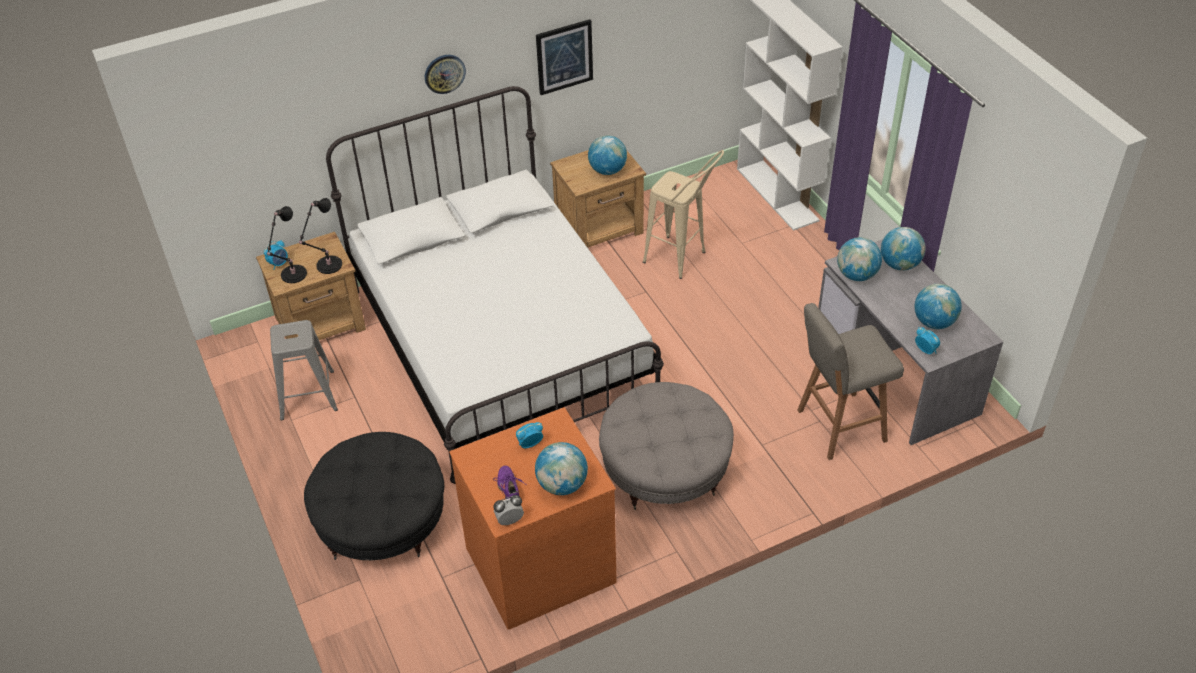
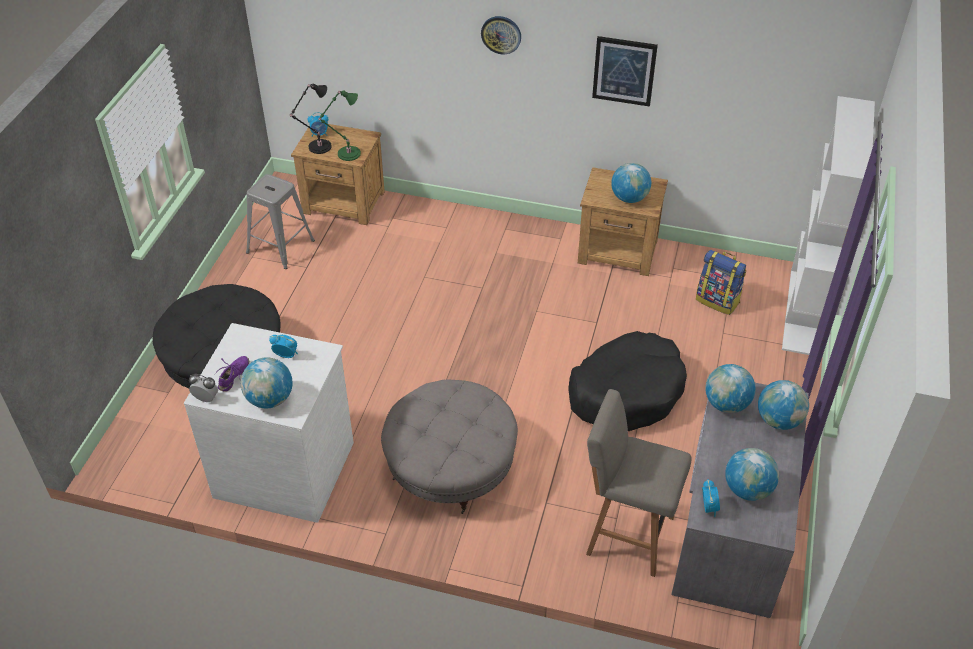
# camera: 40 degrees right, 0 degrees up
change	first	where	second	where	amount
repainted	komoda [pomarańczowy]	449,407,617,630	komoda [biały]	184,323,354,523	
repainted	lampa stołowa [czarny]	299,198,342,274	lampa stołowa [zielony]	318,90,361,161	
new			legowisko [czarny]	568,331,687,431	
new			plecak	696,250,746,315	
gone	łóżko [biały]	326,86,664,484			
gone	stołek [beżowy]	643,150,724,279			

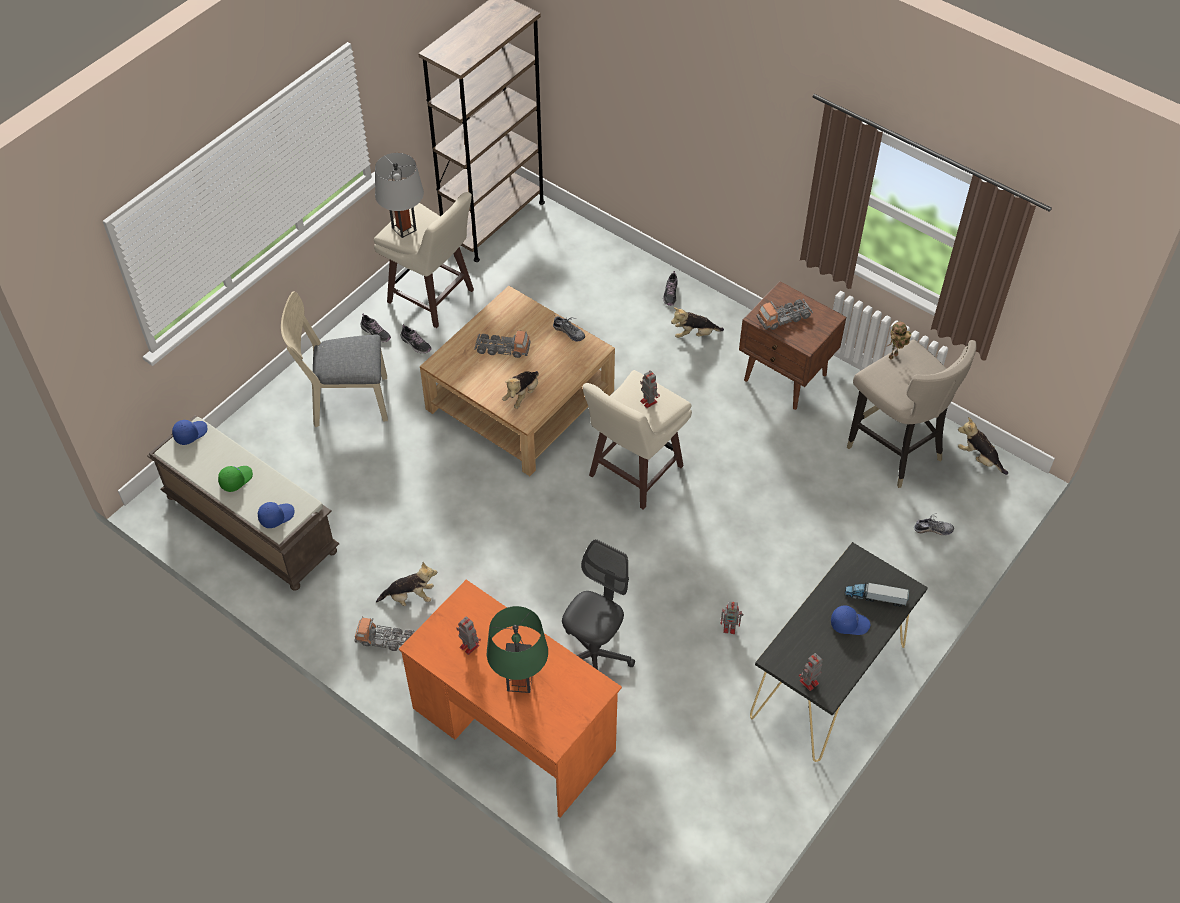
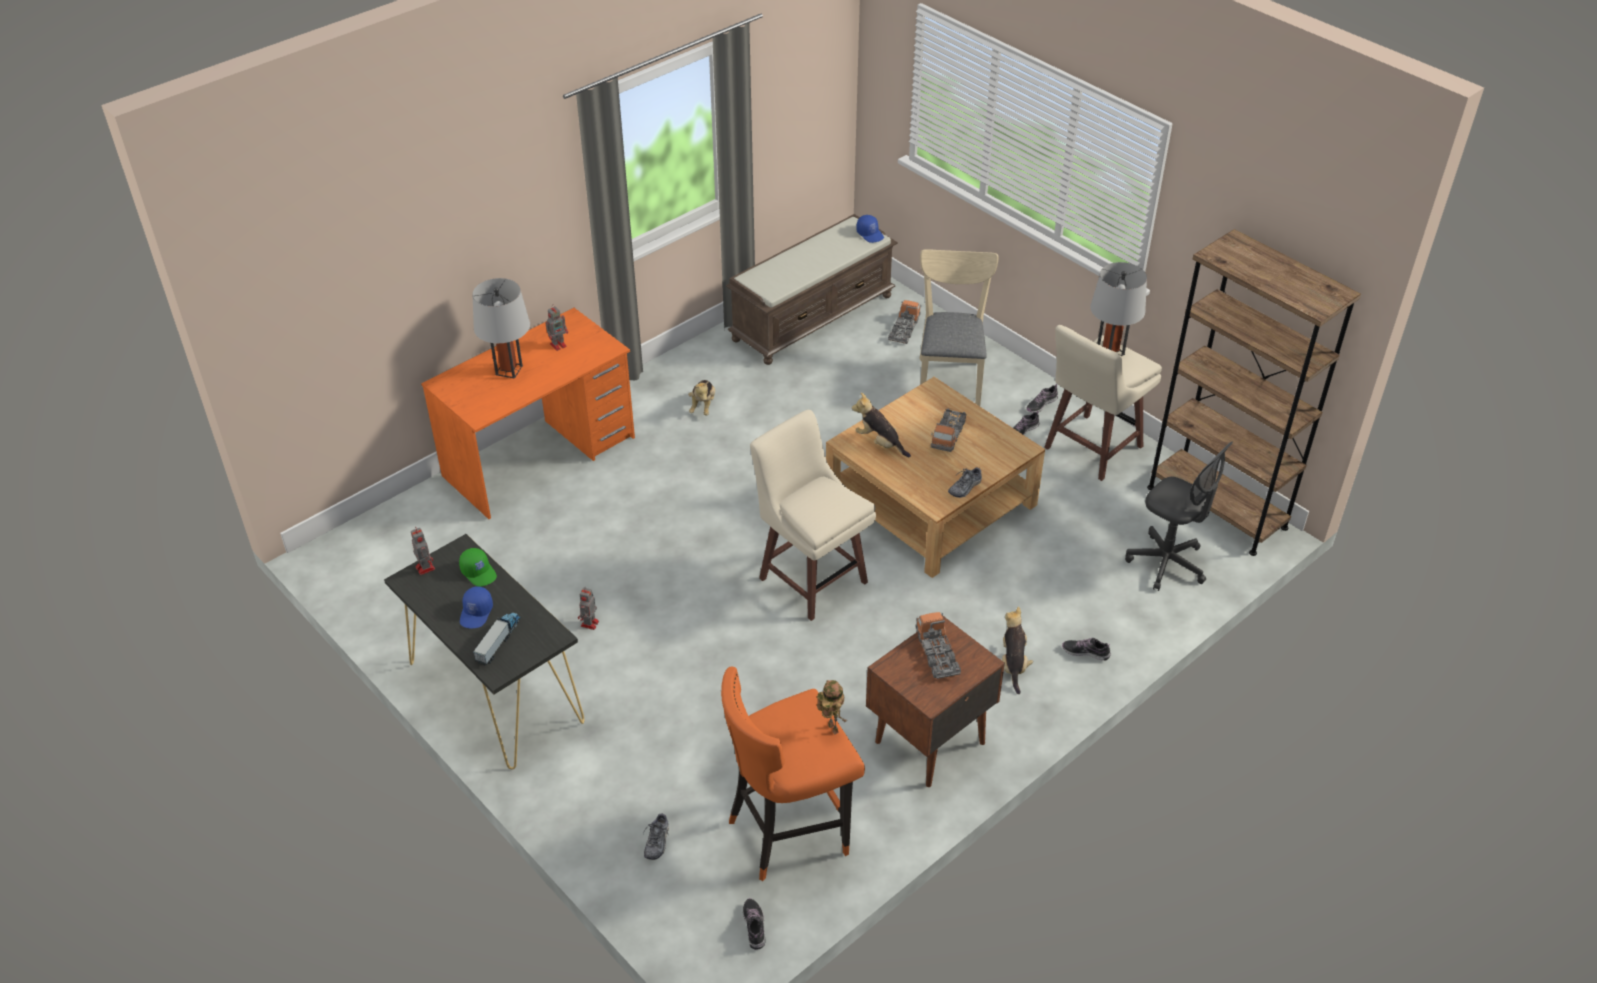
# camera: 100 degrees right, 10 degrees down
change	first	where	second	where	amount
shifted	czapka z daszkiem [zielony]	218,466,253,492		459,548,497,587	
repainted	lampa stołowa [zielony]	487,606,548,693	lampa stołowa [szary]	472,278,530,379	
repainted	stołek [beżowy]	847,340,977,488	stołek [pomarańczowy]	721,666,865,881	
swapped	pluszak	958,417,1008,475	but	743,898,765,950	
shifted	ciężarówka zabawkowa	354,616,415,651		888,300,921,344	
shifted	krzesło biurowe [szary]	562,539,635,670		1125,442,1233,591	
gone	czapka z daszkiem [niebieski]	258,502,294,528			
gone	robot zabawkowy	640,371,660,408			

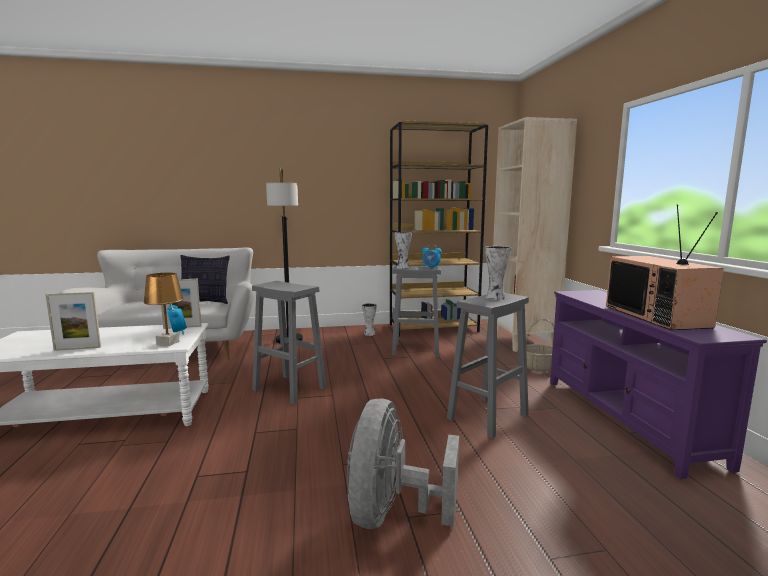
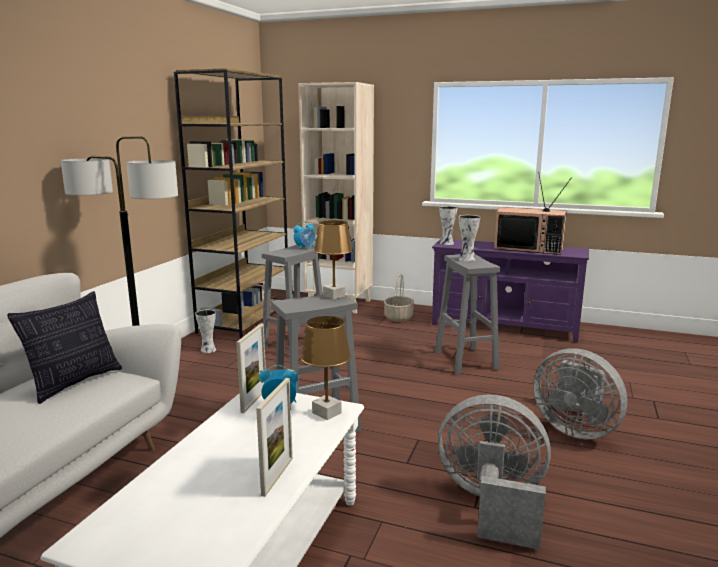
# camera: 60 degrees left, 5 degrees up
change	first	where	second	where	amount
new			lampa stołowa [brązowy]	314,220,353,299	
new			wentylator [szary]	438,395,551,550	
shifted	wazon	395,232,412,269		439,206,457,245	

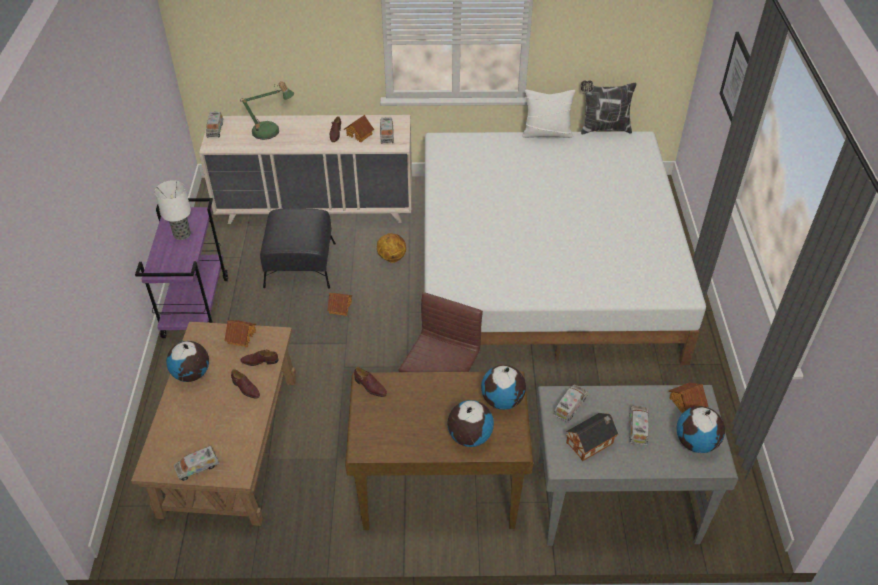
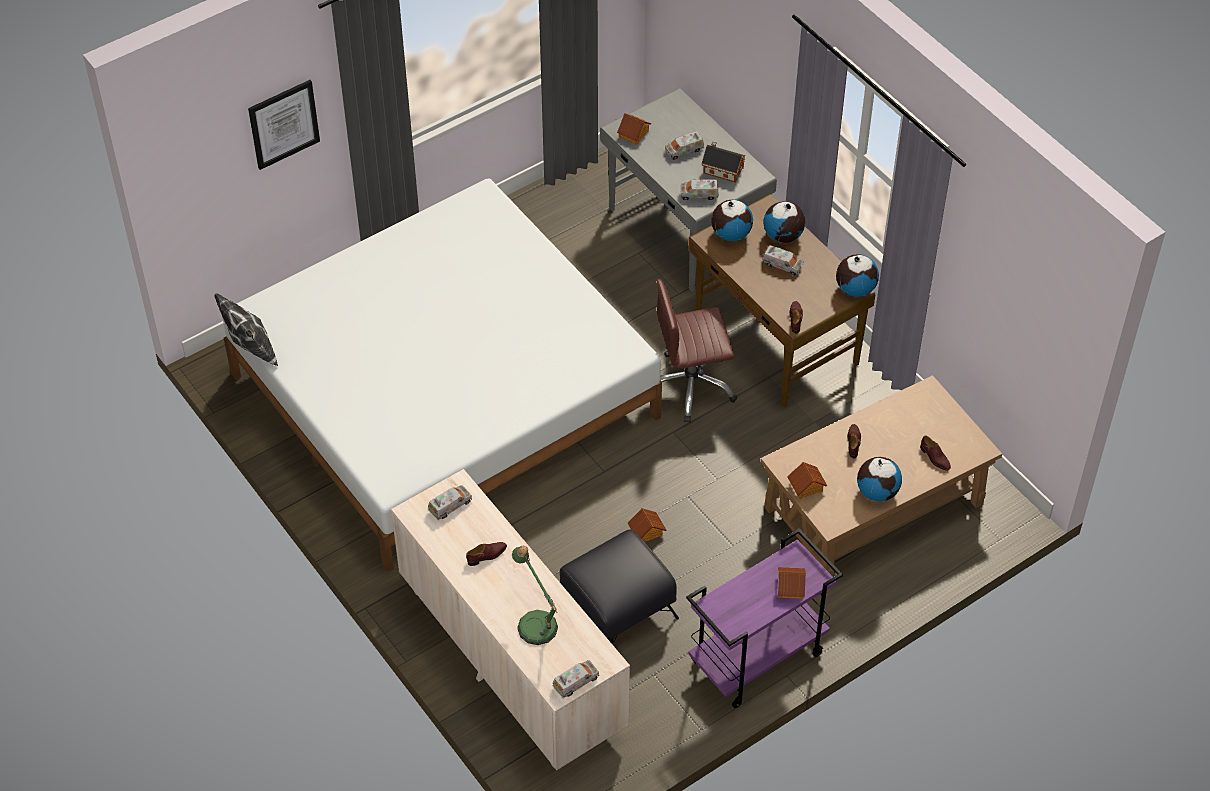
# camera: 125 degrees left, 5 degrees up
change	first	where	second	where	amount
shifted	ciężarówka zabawkowa	174,446,219,481		762,245,804,276	
shifted	domek	344,115,374,142		778,567,806,599	
shifted	globus	677,406,725,453		836,254,879,297	
shifted	but [brązowy]	240,350,279,366		920,435,951,471	
gone	lampa stołowa	155,180,191,240			
gone	piłka do koszykówki	377,233,406,263			
gone	poduszka [biały]	522,90,575,138			

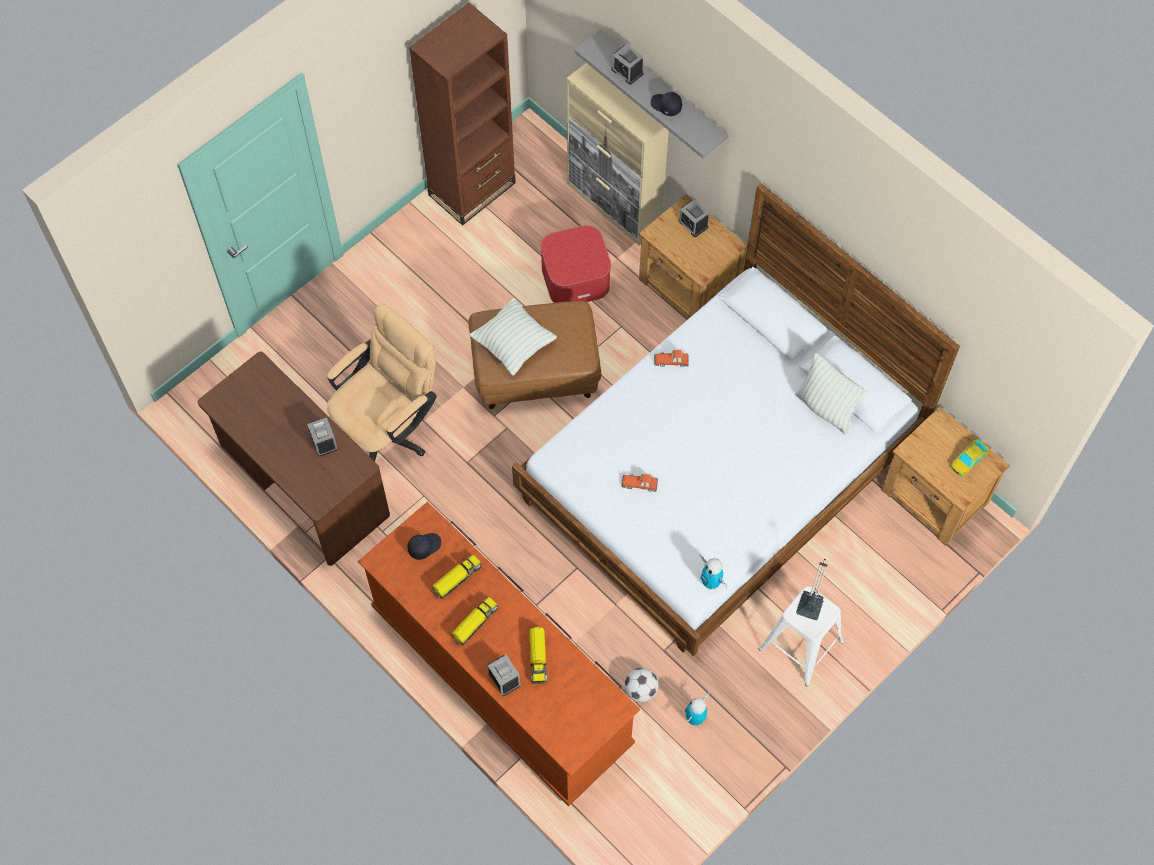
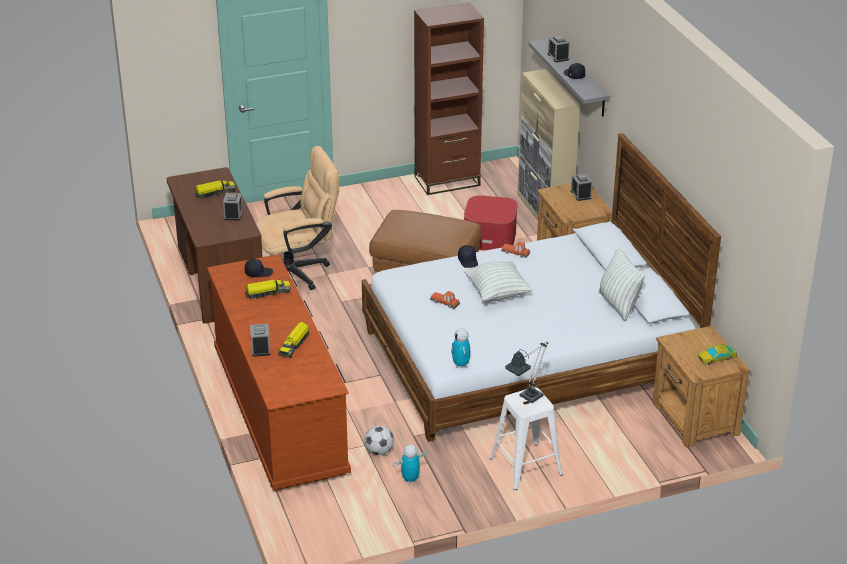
# camera: 25 degrees right, 30 degrees down
change	first	where	second	where	amount
shifted	ciężarówka zabawkowa	451,597,498,647		194,180,236,198	
new			czapka z daszkiem [czarny]	458,245,478,268	
shifted	poduszka	469,298,557,376		464,261,533,301	

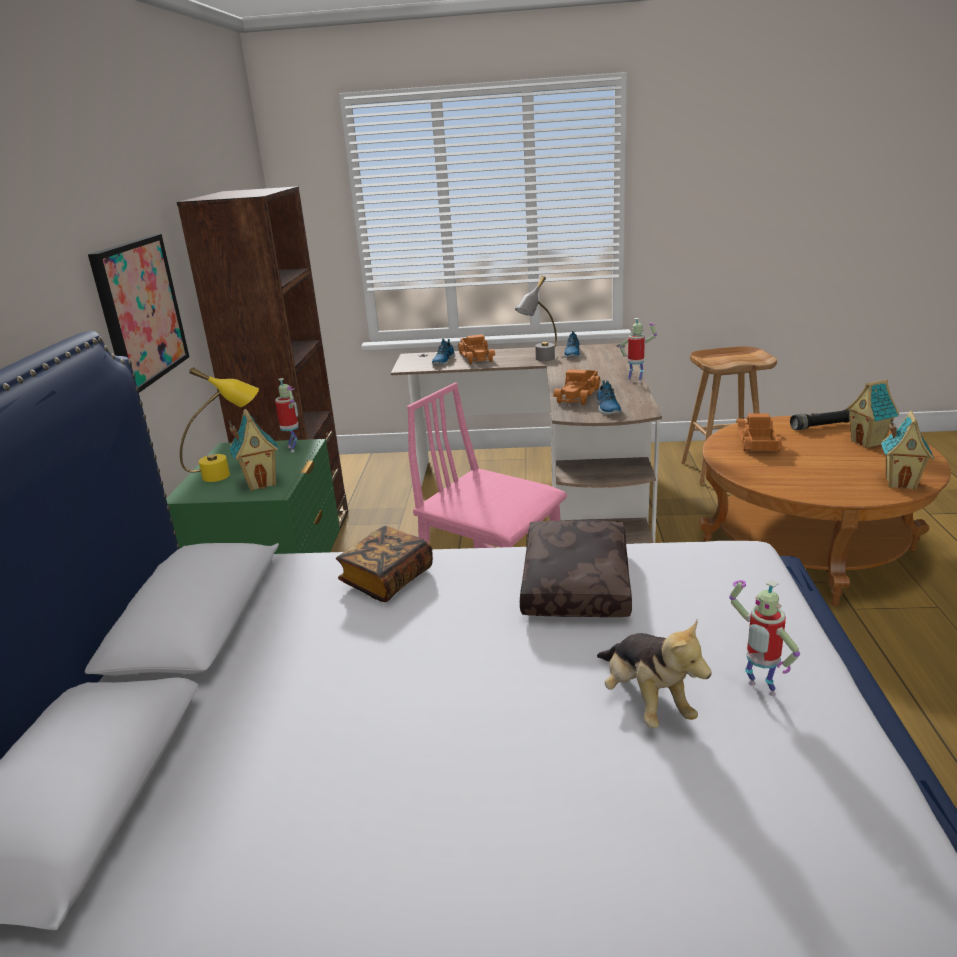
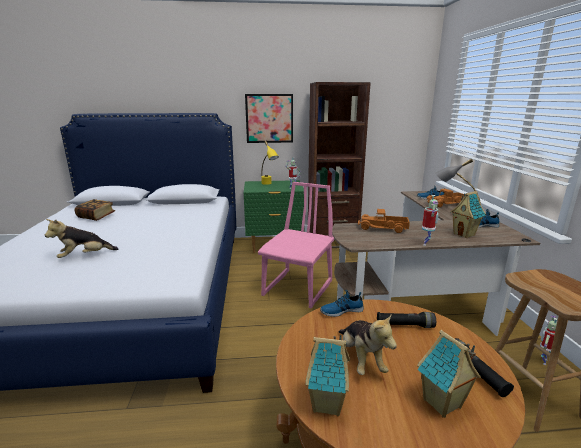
# camera: 80 degrees right, 5 degrees down
change	first	where	second	where	amount
shifted	książka	336,526,433,602		75,199,115,221	
shifted	but	596,380,622,415		320,290,364,317	
new			pluszak	339,315,397,375	
swapped	ciężarówka zabawkowa	736,413,782,452	latarka [czarny]	377,312,436,328	
shifted	domek	228,409,280,491		450,191,486,238	
shifted	robot zabawkowy	729,580,800,696		540,315,558,365	
gone	poduszka [brązowy]	520,520,632,617			

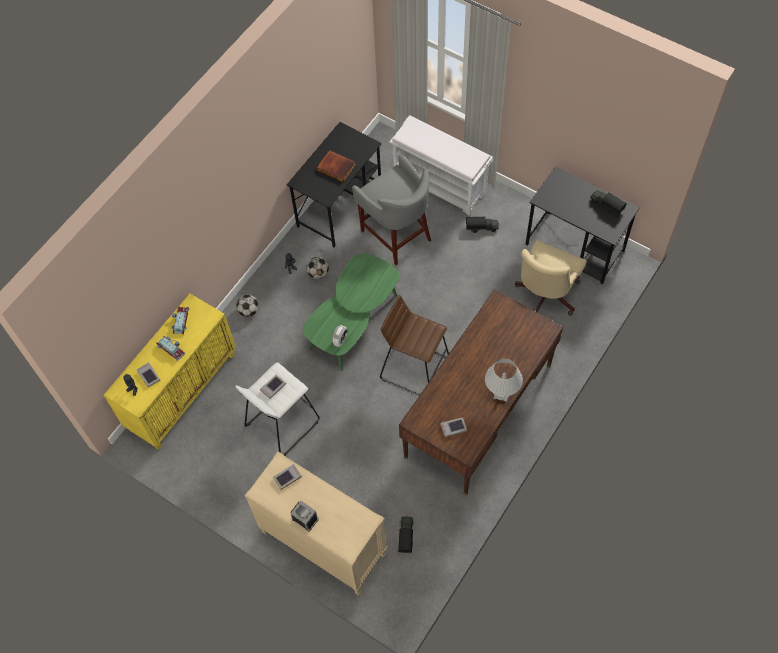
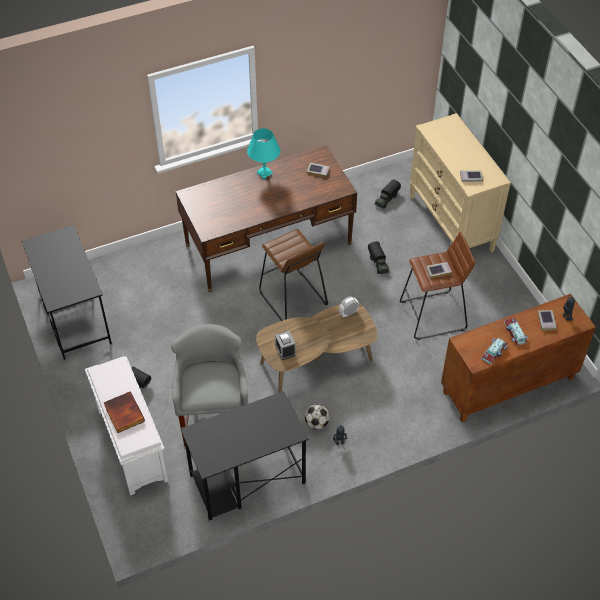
# camera: 150 degrees left, 10 degrees down
change	first	where	second	where	amount
shifted	książka	317,150,356,183		104,391,145,433	
repainted	lampa stołowa [biały]	485,359,523,402	lampa stołowa [turkusowy]	247,128,280,180	
repainted	ława [zielony]	302,253,400,371	ława [brązowy]	256,304,377,393	
shifted	budzik	291,501,319,531		275,331,296,360	
shifted	ciężarówka zabawkowa	590,190,627,215		368,241,389,274	
repainted	stołek [biały]	235,362,320,456	stołek [brązowy]	400,232,476,340	
repainted	szafka [żółty]	104,294,236,450	szafka [brązowy]	441,294,596,422	
gone	piłka futbolowa	236,294,259,317			
gone	krzesło biurowe [beżowy]	515,240,587,316			

